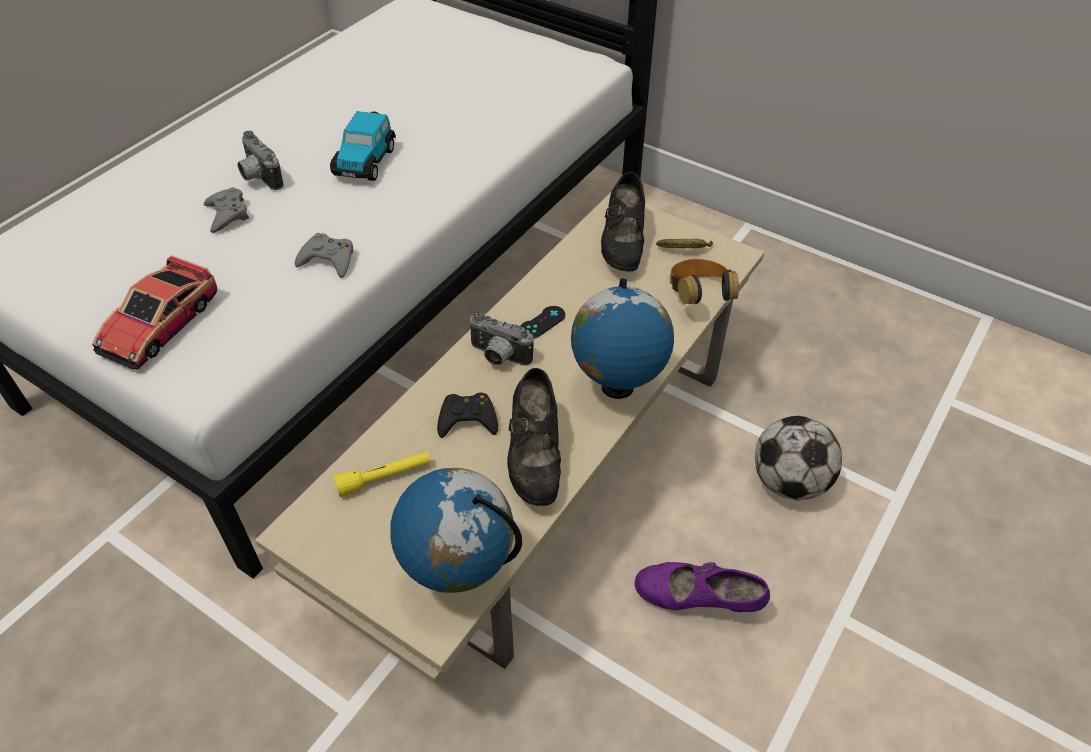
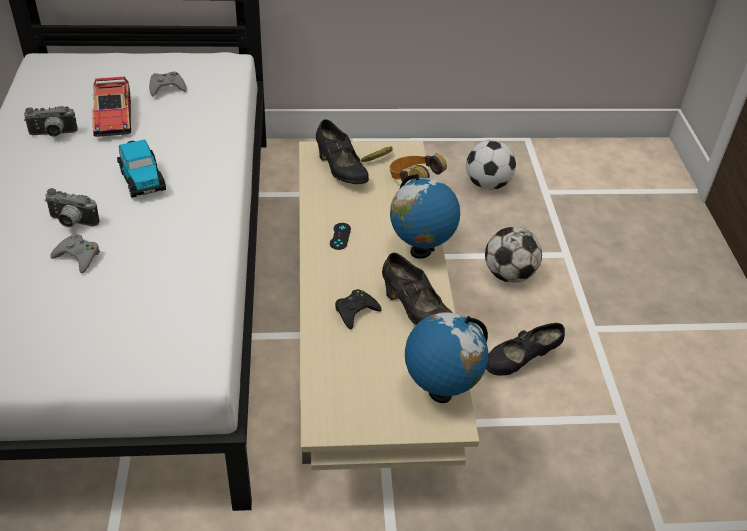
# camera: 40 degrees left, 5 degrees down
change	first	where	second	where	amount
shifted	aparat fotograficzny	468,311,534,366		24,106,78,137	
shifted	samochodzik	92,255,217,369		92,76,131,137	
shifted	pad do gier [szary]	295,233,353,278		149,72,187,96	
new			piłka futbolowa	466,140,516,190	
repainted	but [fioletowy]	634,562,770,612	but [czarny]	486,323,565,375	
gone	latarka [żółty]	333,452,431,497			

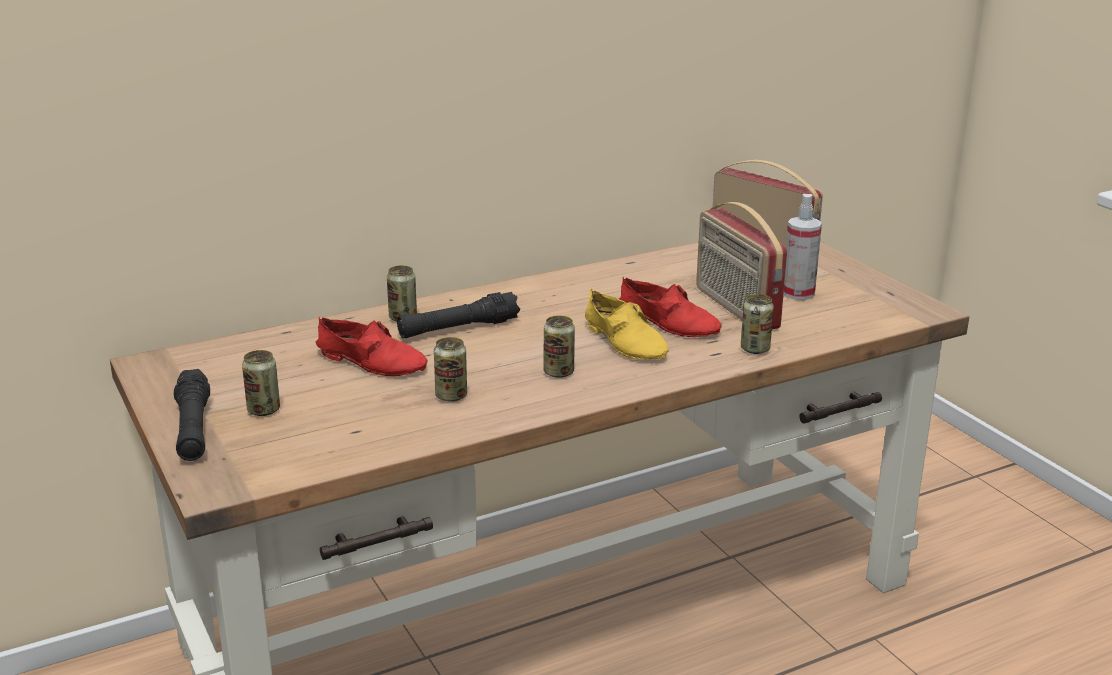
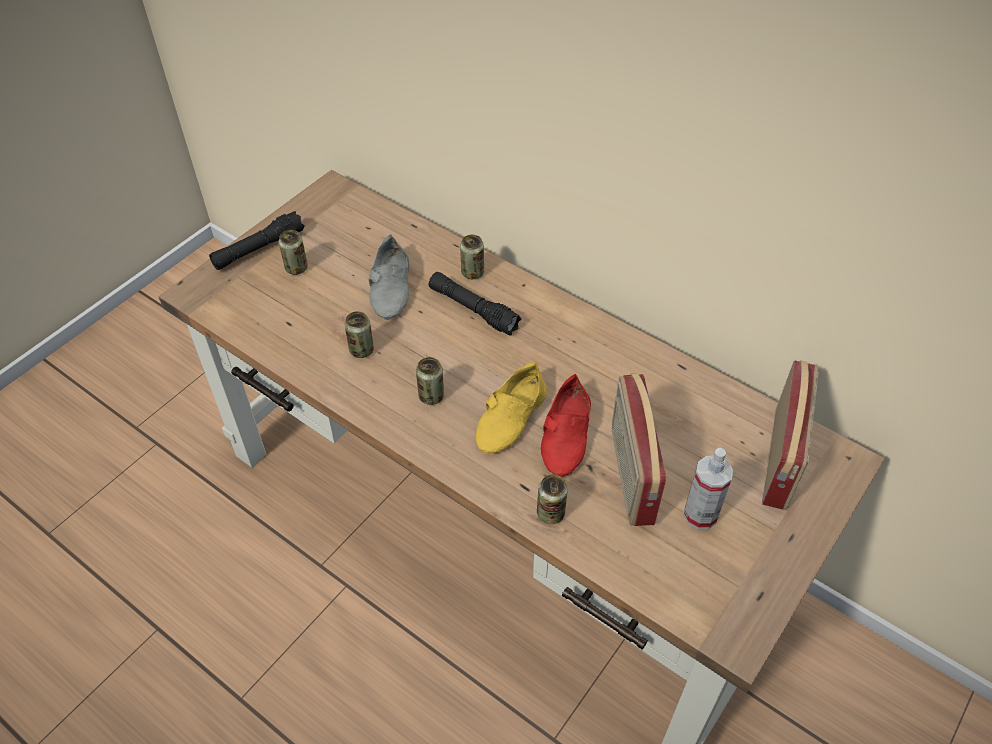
# camera: 65 degrees right, 25 degrees up
change	first	where	second	where	amount
repainted	but [czerwony]	315,316,427,376	but [szary]	368,234,409,320	
rotated	radio	696,202,787,329		612,373,666,526	45 degrees counterclockwise

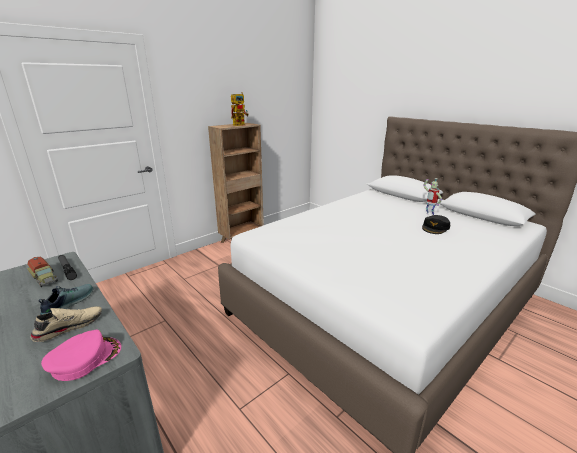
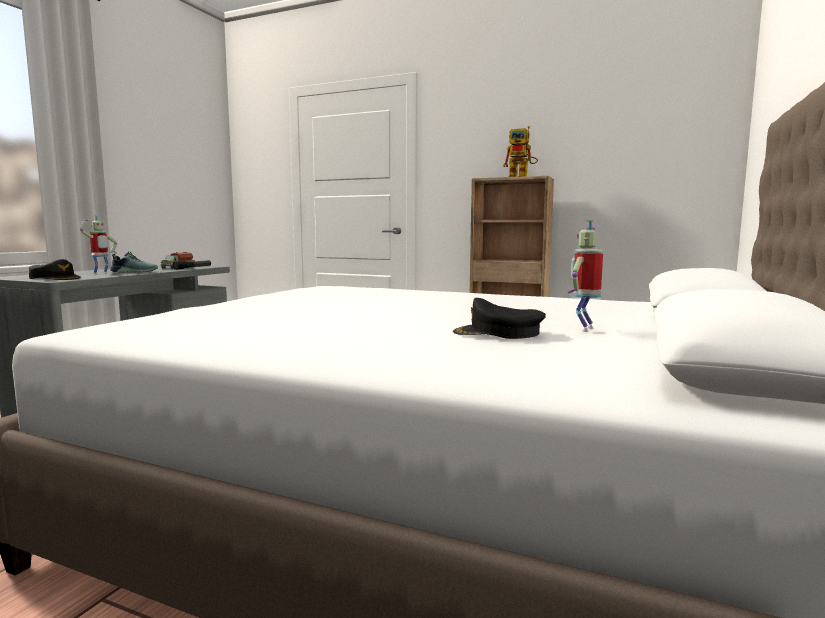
# camera: 65 degrees right, 15 degrees down
change	first	where	second	where	amount
repainted	czapka z daszkiem [różowy]	41,330,121,381	czapka z daszkiem [czarny]	29,259,81,280	
swapped	but [beżowy]	30,306,102,342	robot zabawkowy	80,216,117,275	

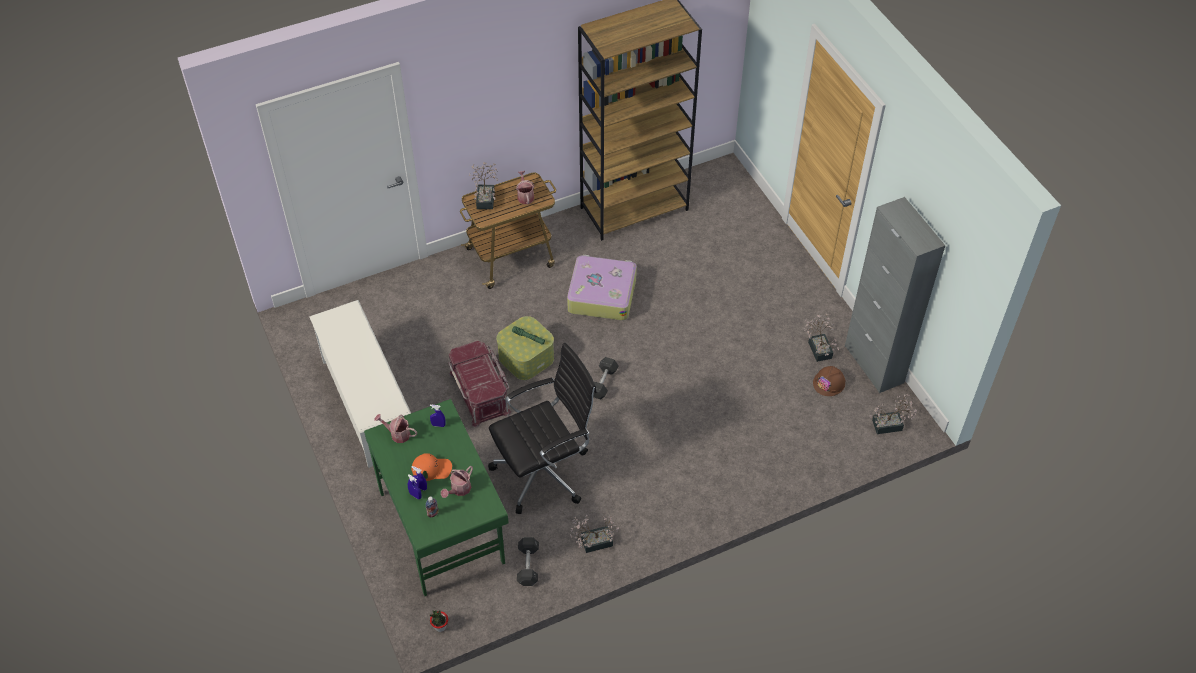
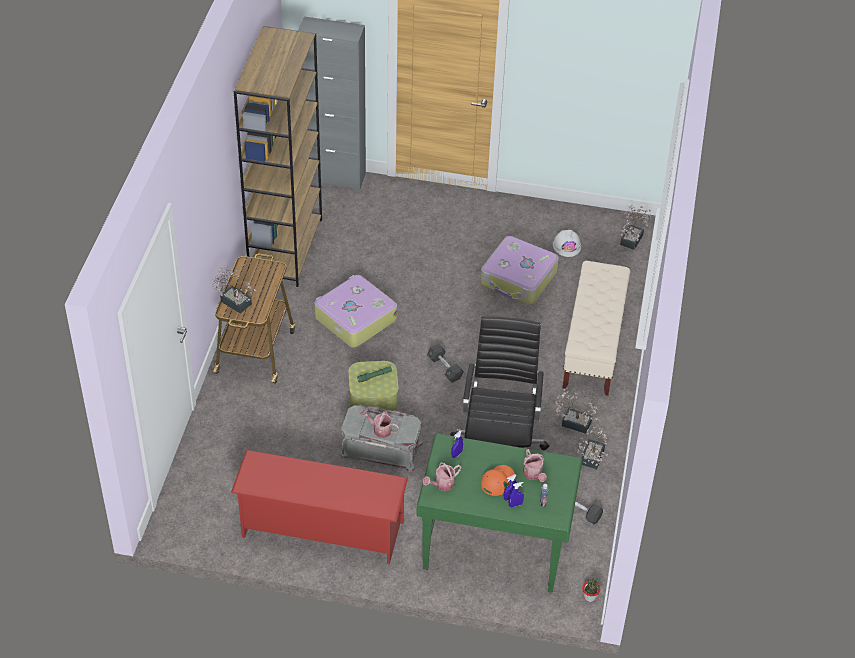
# camera: 55 degrees left, 5 degrees down
change	first	where	second	where	amount
repainted	regał na buty [biały]	309,300,411,468	regał na buty [czerwony]	231,450,408,564	
shifted	szafka [szary]	845,197,945,393		298,17,366,190	
repainted	pojemnik do przechowywania [czerwony]	448,341,511,428	pojemnik do przechowywania [szary]	339,405,423,473	
shifted	konewka	516,171,535,205		360,409,399,438	
new			walizka	480,236,559,304	
repainted	kask [brązowy]	813,366,846,396	kask [biały]	553,230,581,257	
shifted	roślina doniczkowa	804,314,839,362		555,388,598,434	
new			ławka [beżowy]	562,261,631,396	

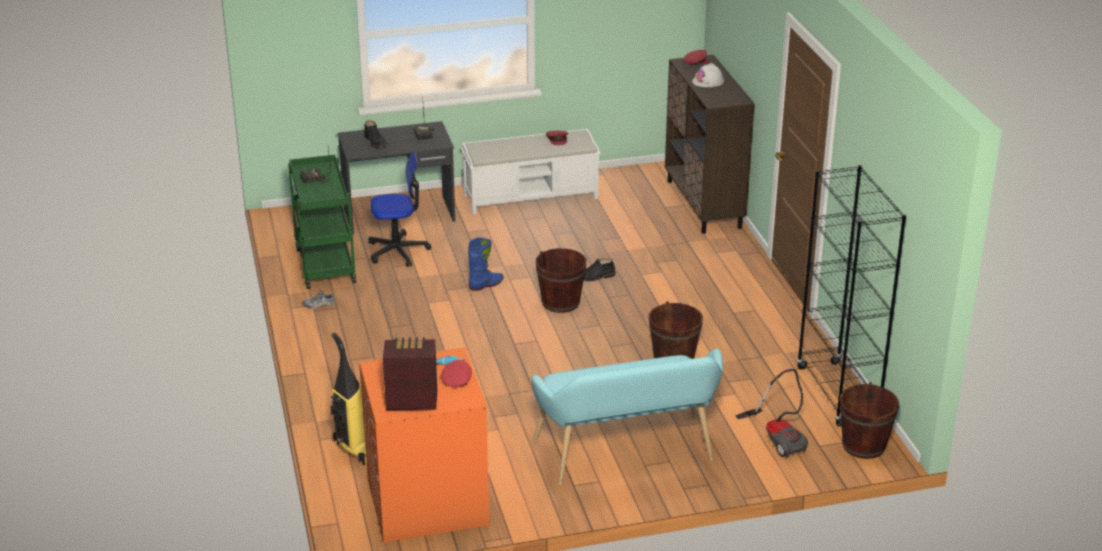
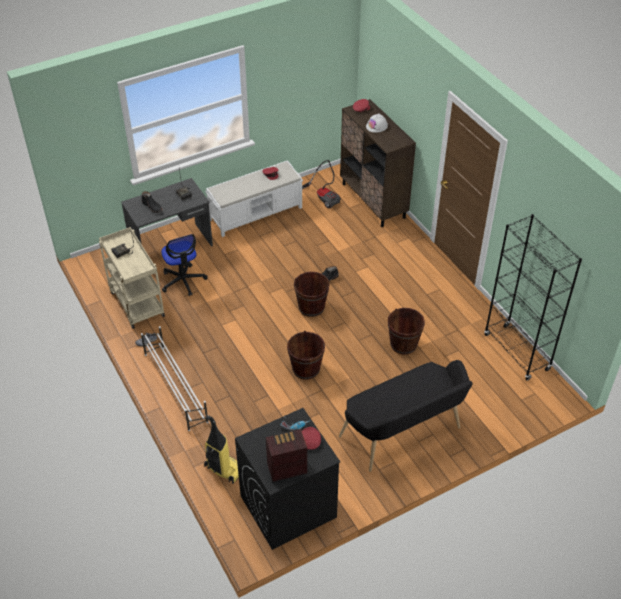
# camera: 15 degrees left, 15 degrees up
change	first	where	second	where	amount
repainted	wózek [zielony]	288,155,356,289	wózek [beżowy]	99,227,165,329	
new			regał na buty [biały]	141,326,209,431	
rotated	krzesło biurowe	369,152,431,267		161,234,208,296	90 degrees clockwise
repainted	pralka [pomarańczowy]	359,348,489,542	pralka [czarny]	235,408,340,550	
shifted	wiadro [brązowy]	840,382,899,459		287,331,325,380	
shifted	odkurzacz	735,369,808,458		302,160,341,209	
repainted	ławka [turkusowy]	531,348,723,485	ławka [czarny]	339,360,473,472	
gone	but z cholewką [niebieski]	468,237,504,291			

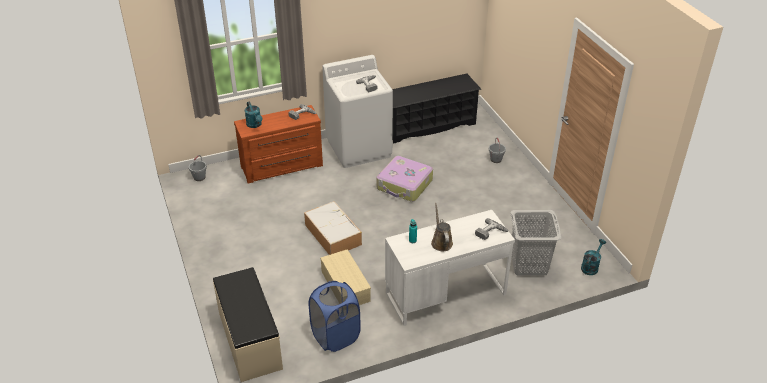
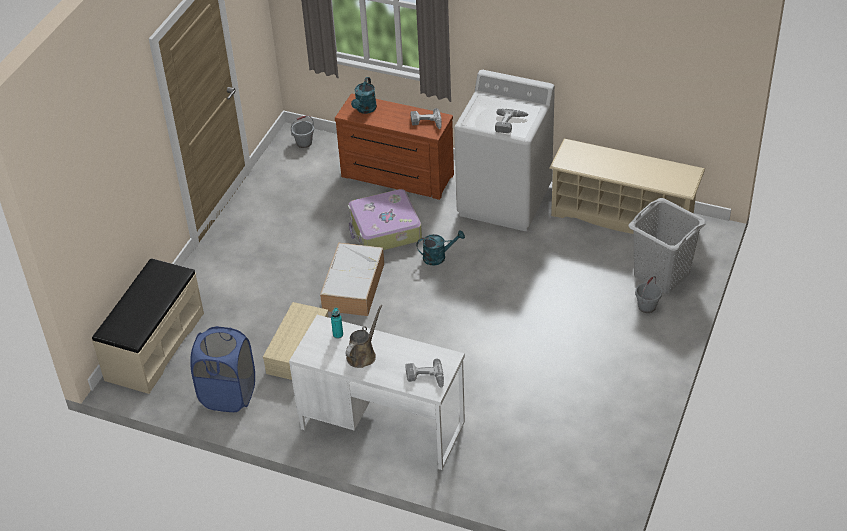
# camera: 45 degrees right, 5 degrees up
change	first	where	second	where	amount
shifted	walizka	377,156,433,202		348,189,422,250	
shifted	konewka [turkusowy]	581,239,606,275		417,230,465,265	
repainted	regał na buty [czarny]	392,74,481,143	regał na buty [beżowy]	549,139,705,234	
shifted	kosz na pranie [szary]	510,210,562,276		629,198,706,294	

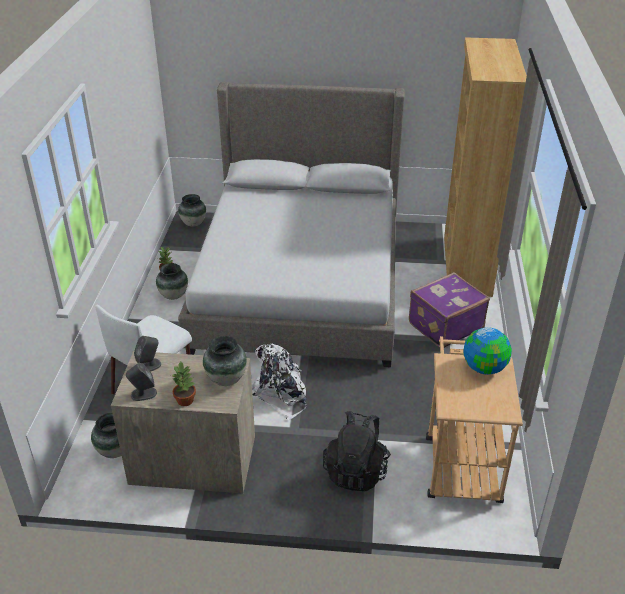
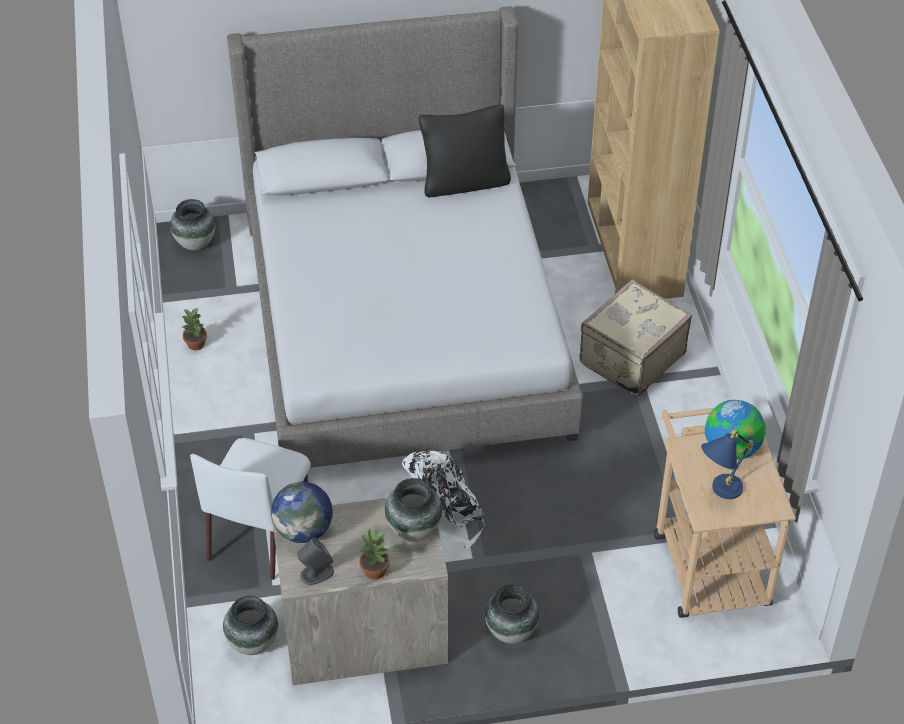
# camera: 15 degrees left, 10 degrees up
change	first	where	second	where	amount
swapped	głośnik [szary]	134,336,161,372	globus	271,482,333,543	
new			poduszka [czarny]	419,104,511,197	
shifted	wazon	156,263,188,300		485,584,540,644	
repainted	walizka [fioletowy]	409,272,490,348	walizka [beżowy]	579,280,692,397	
new			lampa stołowa [niebieski]	701,429,754,499	
gone	plecak [czarny]	323,411,391,491			

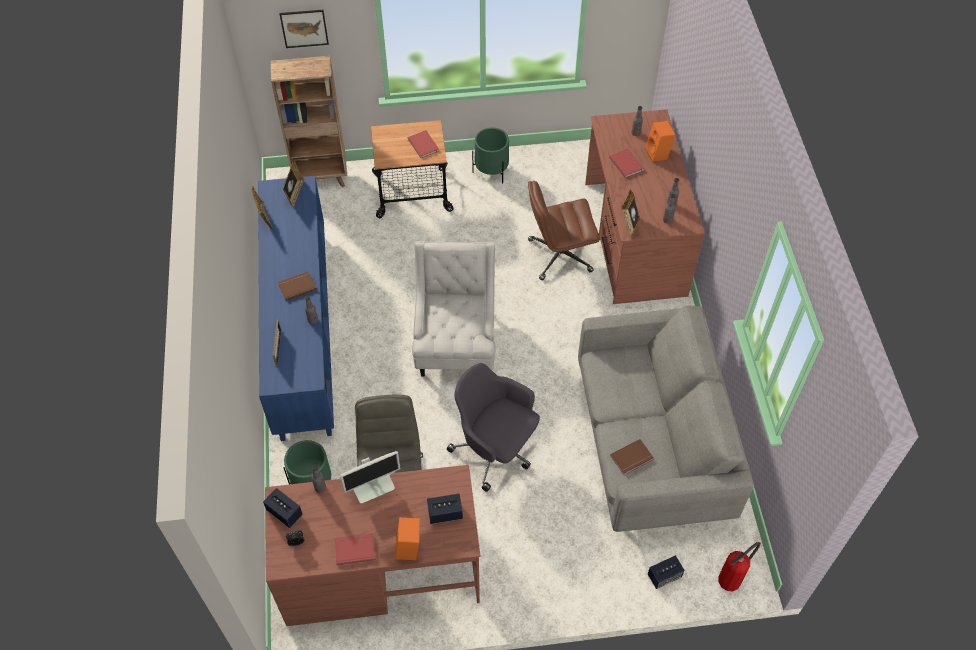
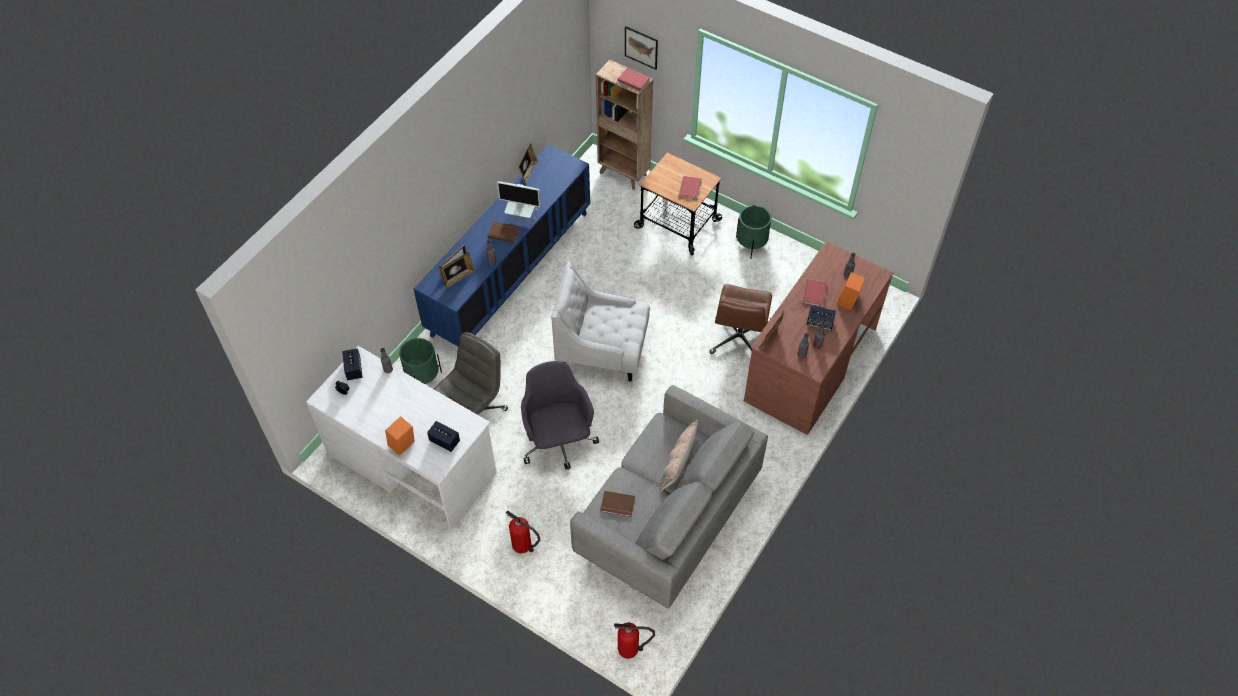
# camera: 40 degrees right, 0 degrees up
change	first	where	second	where	amount
repainted	biurko [brązowy]	265,465,481,626	biurko [biały]	306,346,497,530	
shifted	ramka na zdjęcie	282,161,305,207		440,252,475,289	
shifted	monitor	340,451,400,503		497,181,541,218	
new			gaśnica	506,511,540,553	
rotated	fotel [biały]	412,242,496,377		551,261,650,381	120 degrees counterclockwise
shifted	książka [czerwony]	334,533,376,565		617,67,650,91	
new			poduszka	659,420,698,493	
rotated	krzesło biurowe [brązowy]	528,181,599,280		710,284,772,354	105 degrees counterclockwise
shifted	głośnik	648,556,684,589		807,306,836,331	

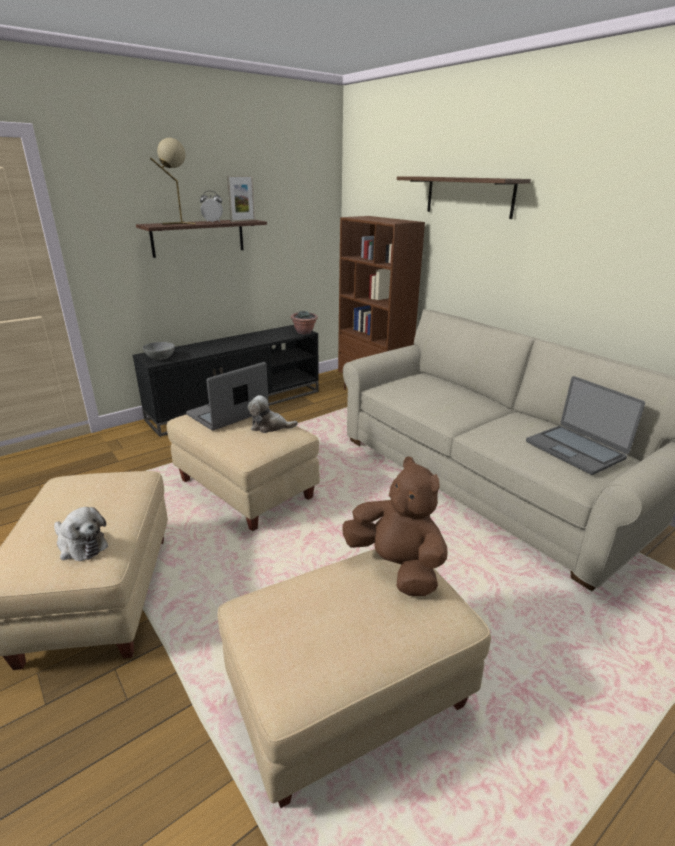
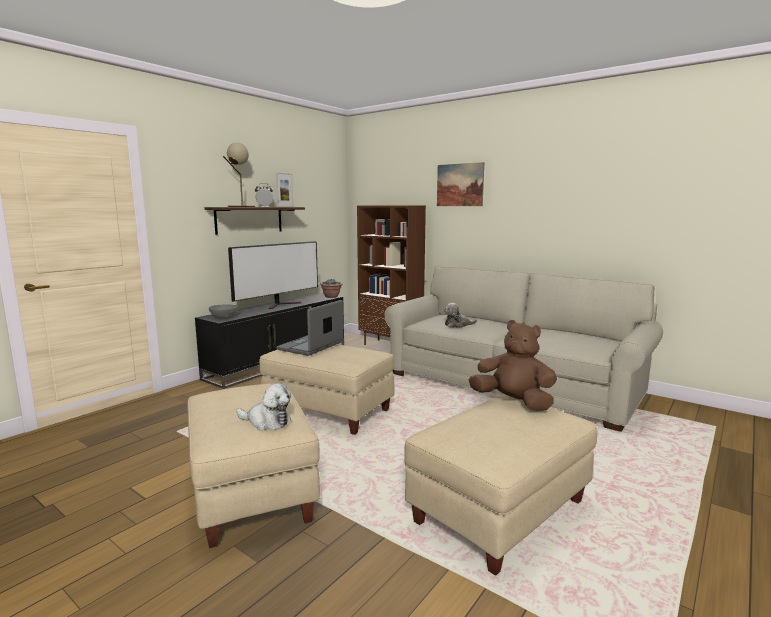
# camera: 15 degrees left, 15 degrees down
change	first	where	second	where	amount
new			telewizor	228,241,318,309	
swapped	półka	397,176,531,219	obraz	437,162,484,206	
shifted	pluszak	247,395,298,433		444,303,477,328	
gone	laptop	526,376,645,475			

